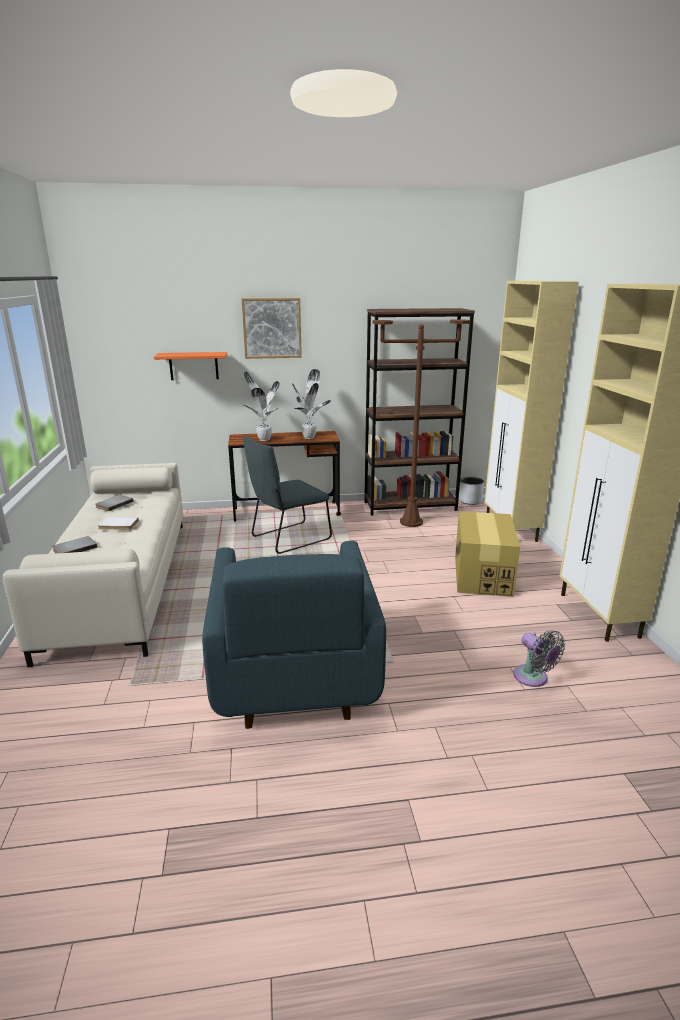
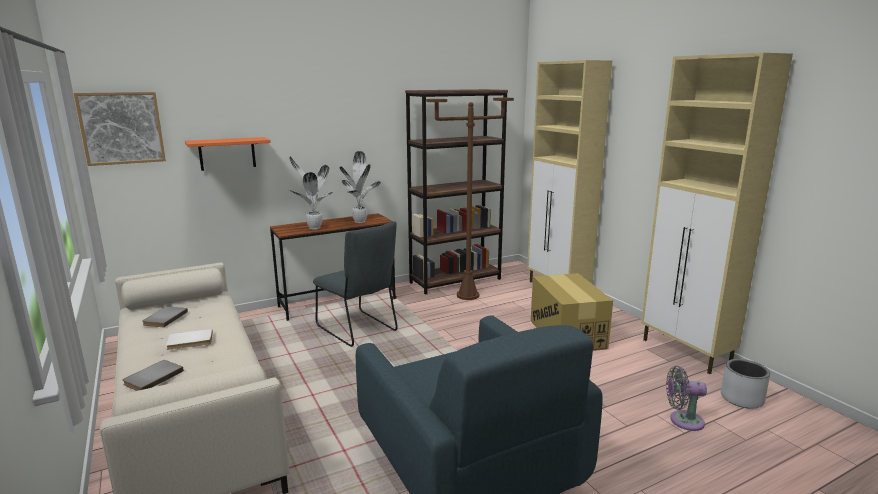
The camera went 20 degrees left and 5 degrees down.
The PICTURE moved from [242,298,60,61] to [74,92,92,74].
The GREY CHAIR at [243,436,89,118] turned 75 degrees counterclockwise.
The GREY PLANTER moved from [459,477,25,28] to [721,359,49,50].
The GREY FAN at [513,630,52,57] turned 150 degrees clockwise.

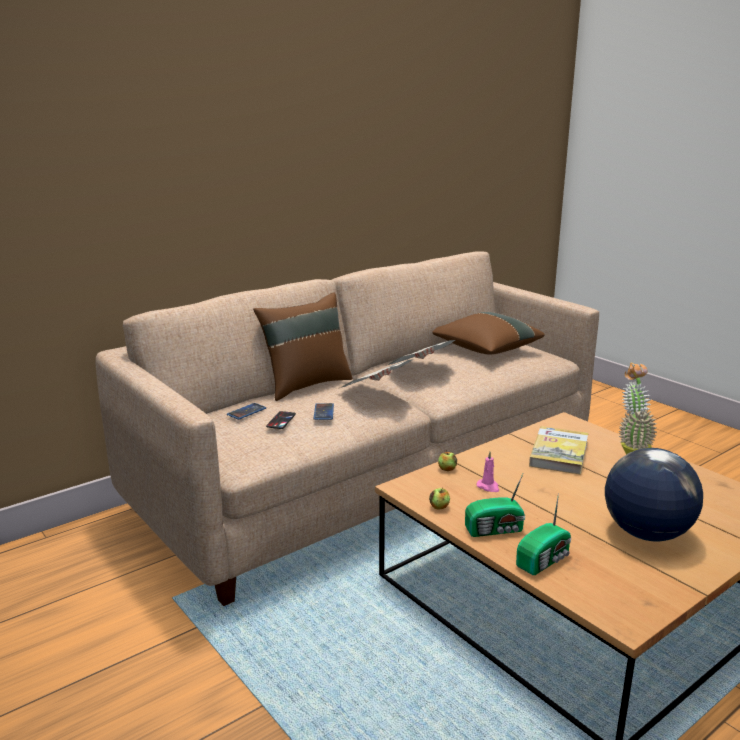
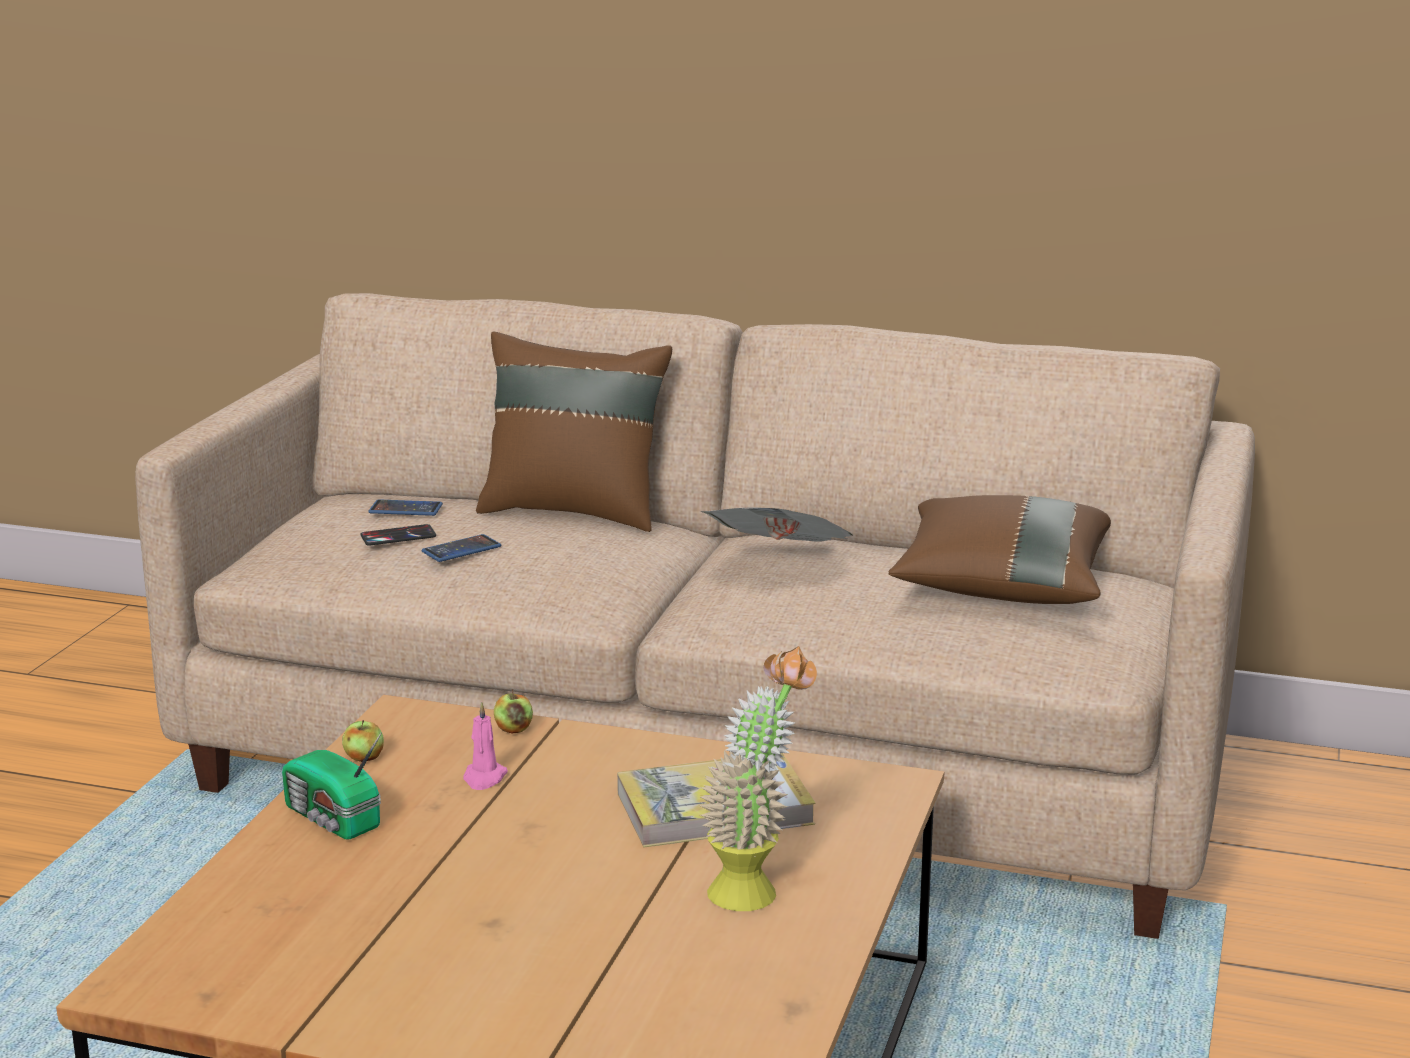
The camera went 55 degrees right and 0 degrees up.
The NEWSPAPER at [341,359,72,29] disappeared.
The GLOBE at [605,448,98,93] disappeared.
The RADIO at [516,493,55,82] disappeared.

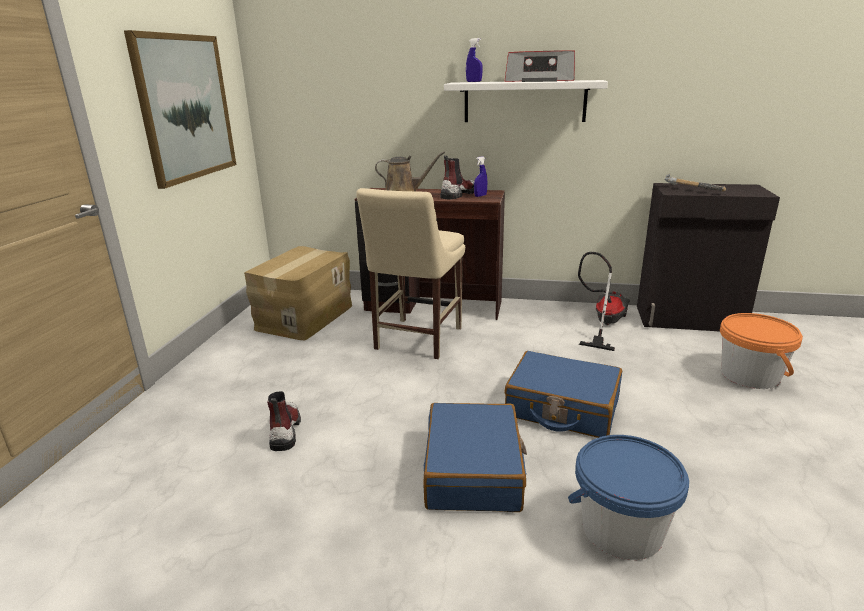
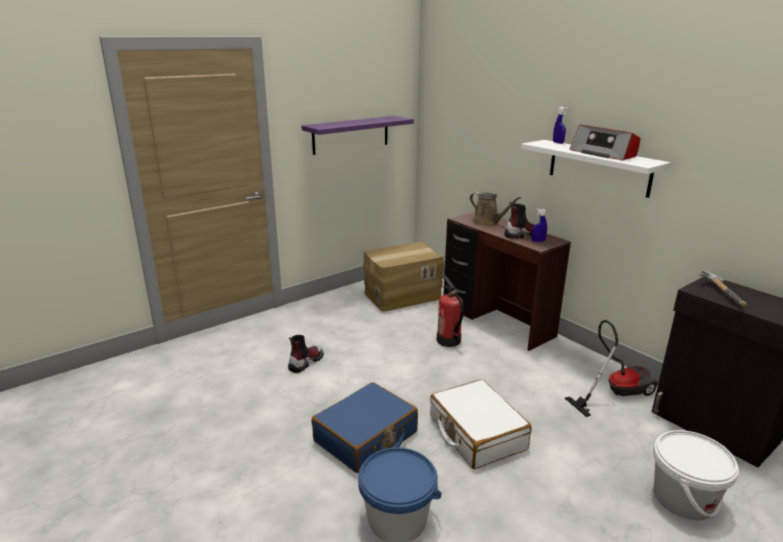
The camera went 40 degrees right and 0 degrees up.
The PICTURE at [124,30,112,159] was replaced by the PURPLE SHELF at [302,116,112,39].
The BEIGE CHAIR at [356,188,109,171] was replaced by the FIRE EXTINGUISHER at [437,275,27,72].
The ORANGE BUCKET at [720,313,83,76] became the WHITE BUCKET at [653,430,86,91].
The BLUE SUITCASE at [504,351,118,87] became the WHITE SUITCASE at [430,379,102,90].

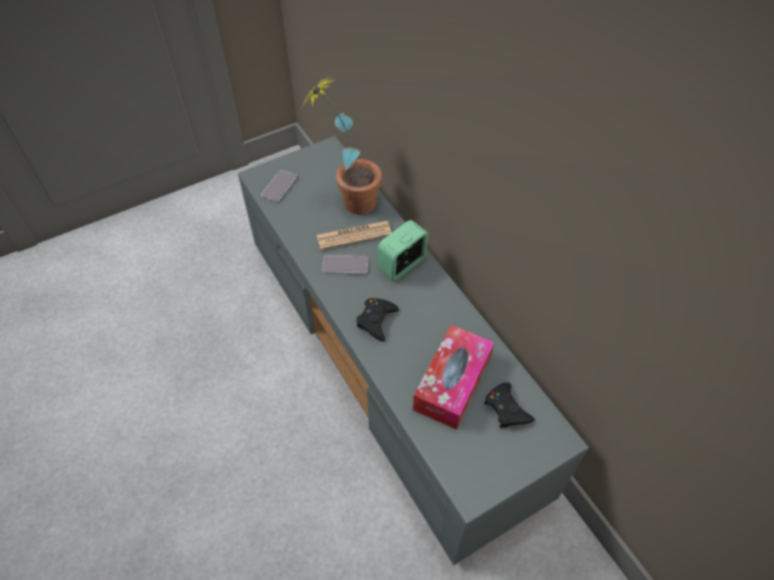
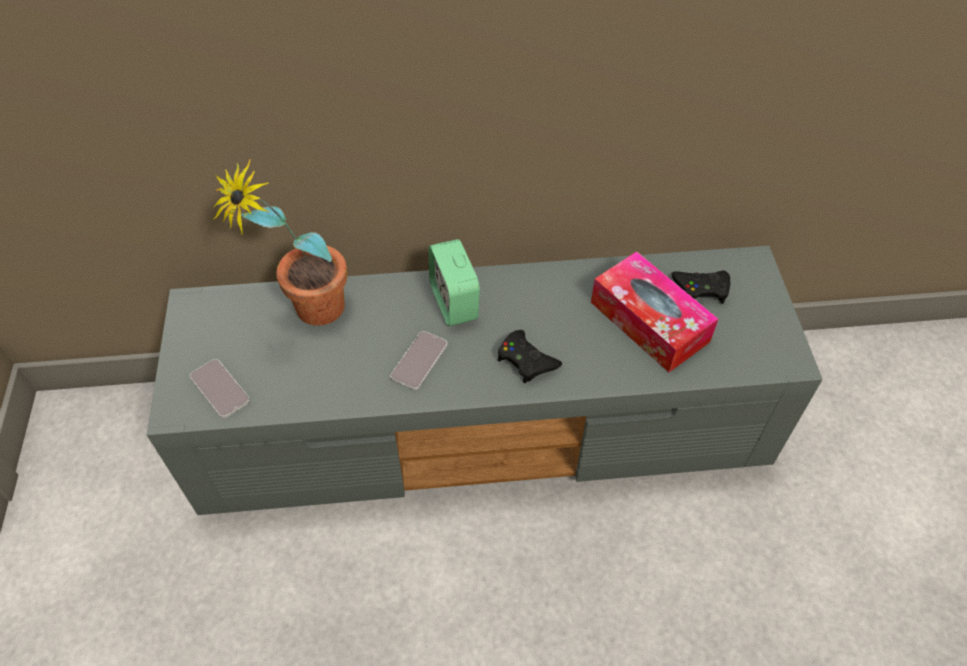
The camera went 65 degrees left and 0 degrees up.
The NEWSPAPER at [317,221,75,29] disappeared.

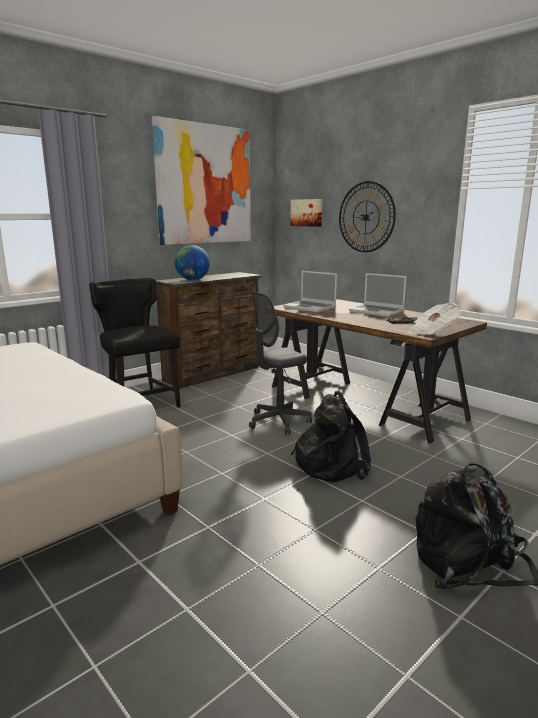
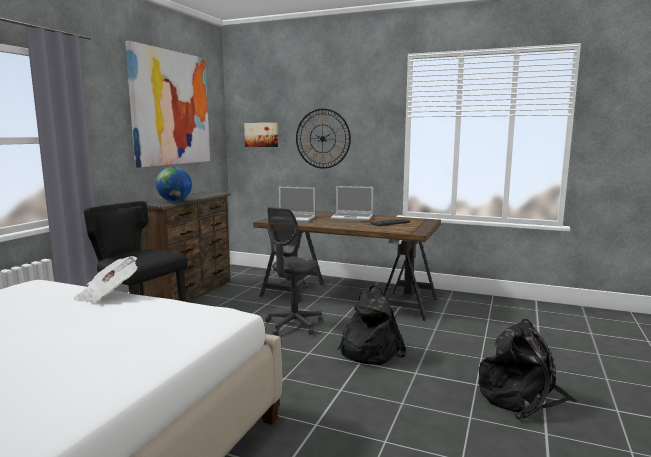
The camera went 25 degrees left and 5 degrees down.
The NEWSPAPER moved from [407,303,54,32] to [74,256,64,46].

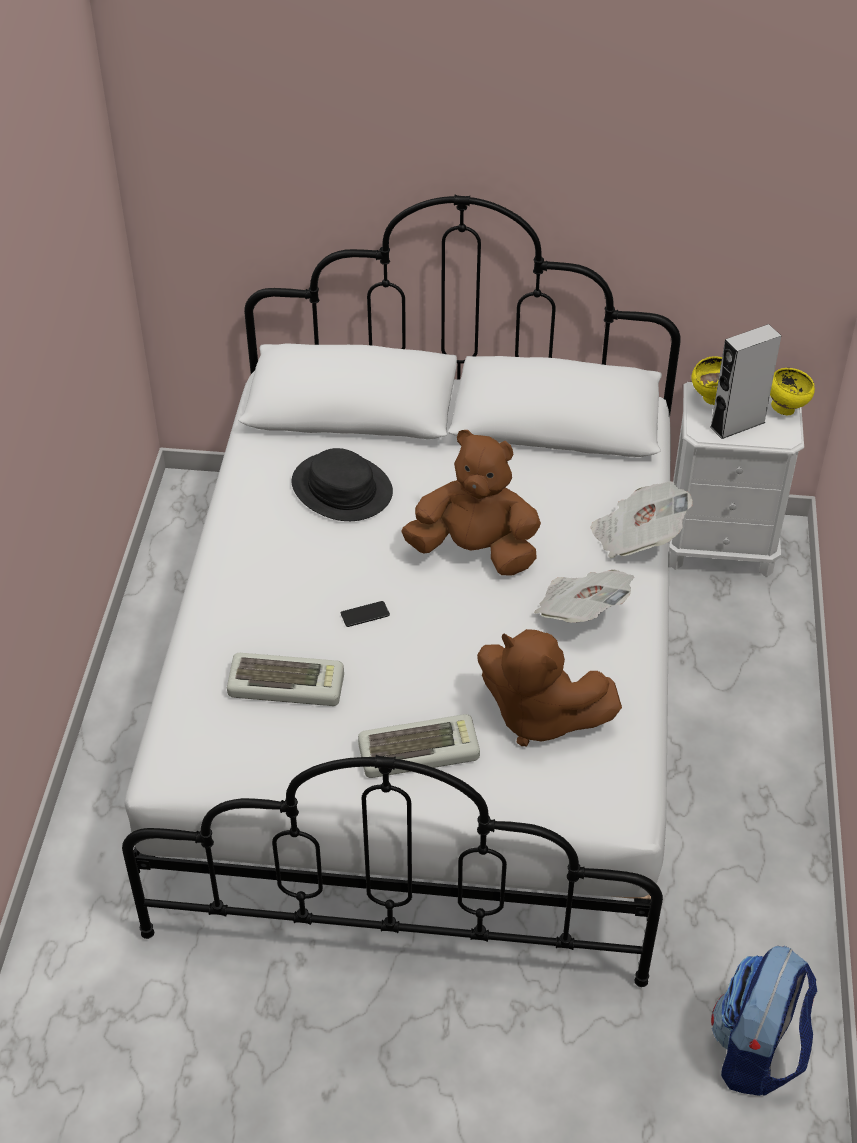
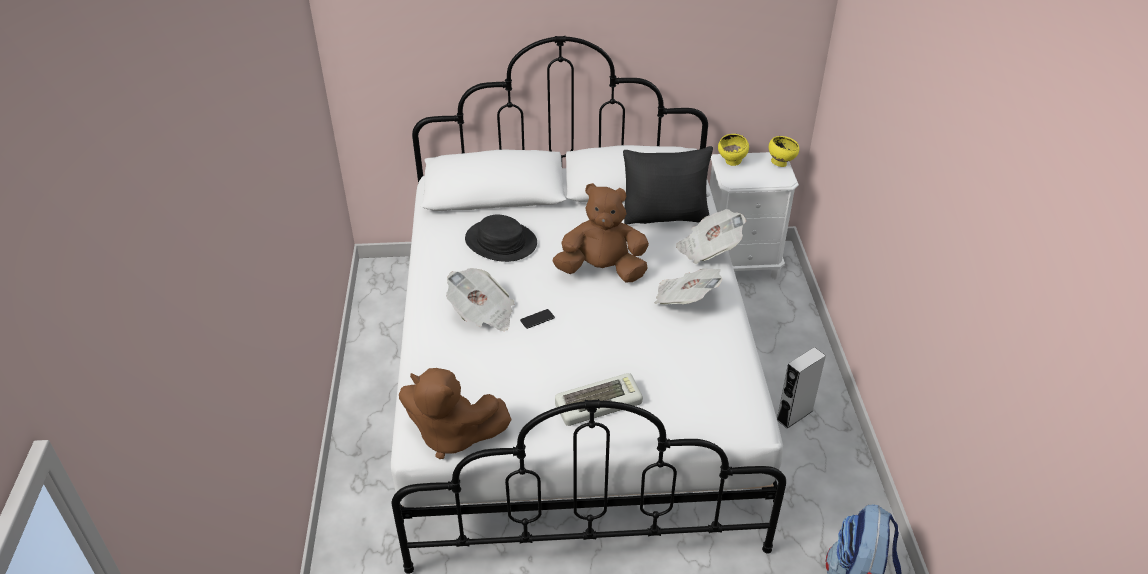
The camera went 10 degrees left and 5 degrees down.
The GREY SPEAKER moved from [710,324,71,115] to [777,347,49,82].
The BROWN PLUSH TOY moved from [477,629,145,117] to [399,368,113,91].
The KEYBOARD at [227,653,117,53] disappeared.
The BLACK PILLOW at [623,146,90,78] appeared.
The NEWSPAPER at [446,268,69,63] appeared.

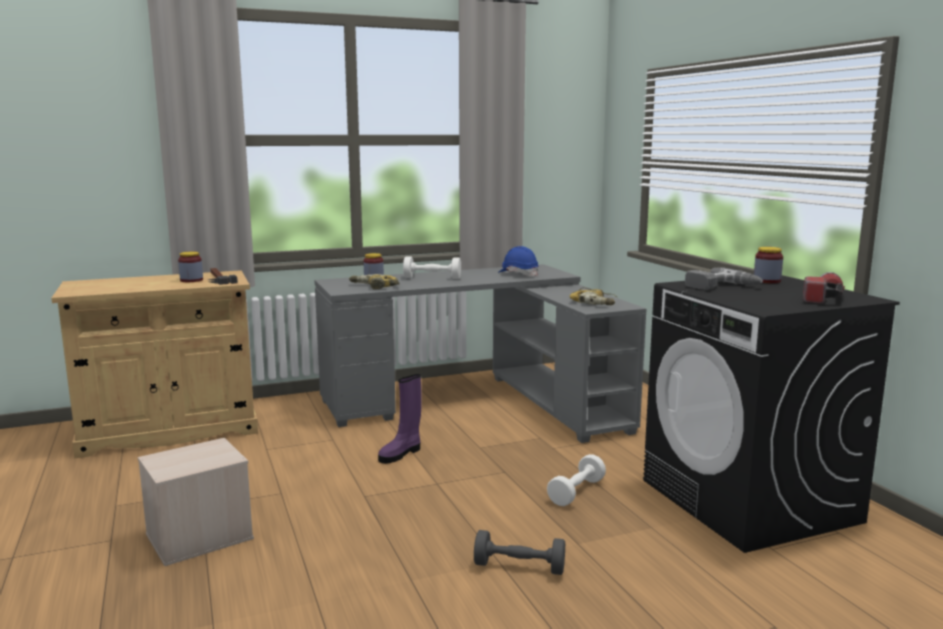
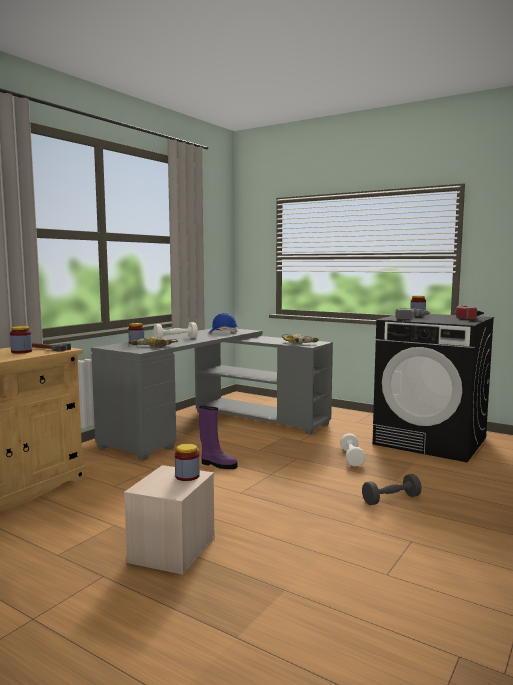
The camera went 35 degrees left and 5 degrees down.
The PURPLE BOOT at [378,374,44,90] turned 75 degrees counterclockwise.
The JAR at [175,444,25,37] appeared.

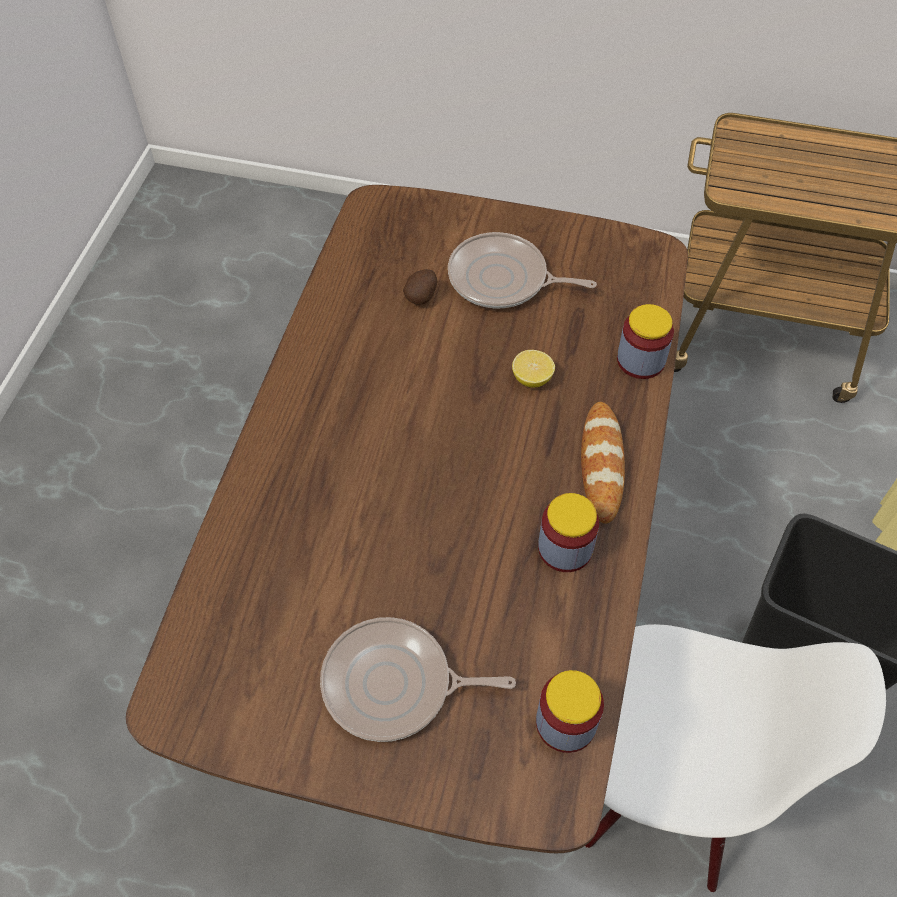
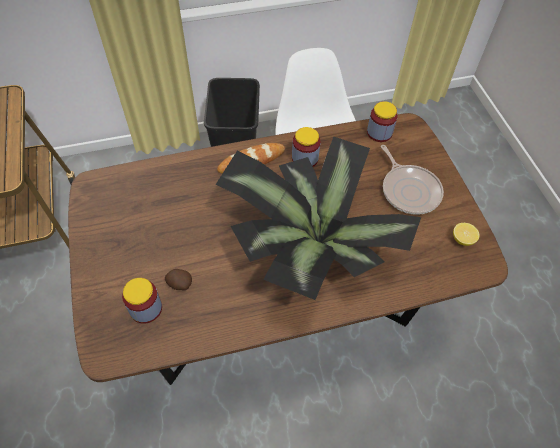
The camera went 120 degrees left and 0 degrees up.
The FRYING PAN at [448,232,149,76] disappeared.
The JAR moved from [617,304,57,75] to [122,278,40,46].
The LEMON moved from [512,350,43,38] to [453,223,26,23].
The POTTED PLANT at [216,137,205,163] appeared.

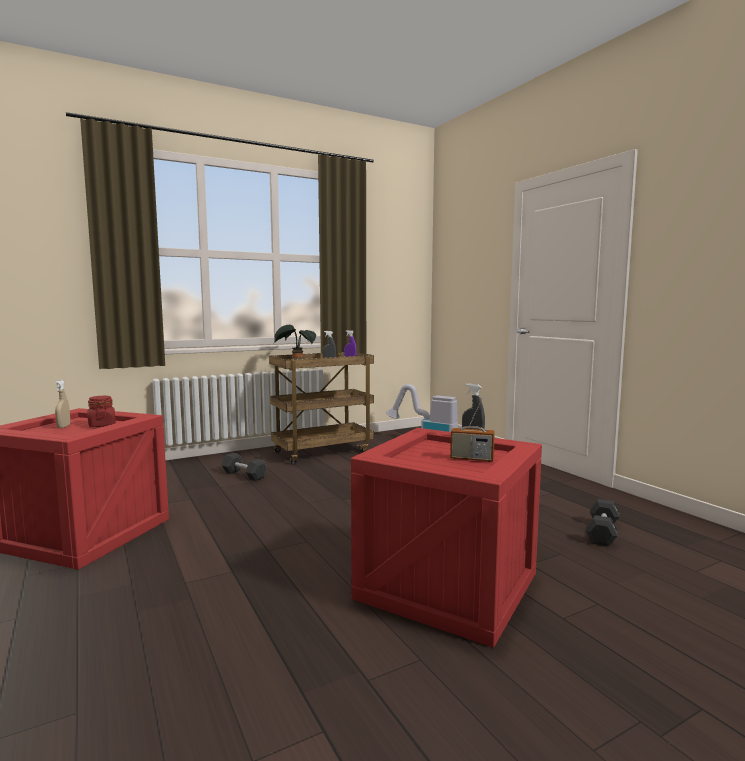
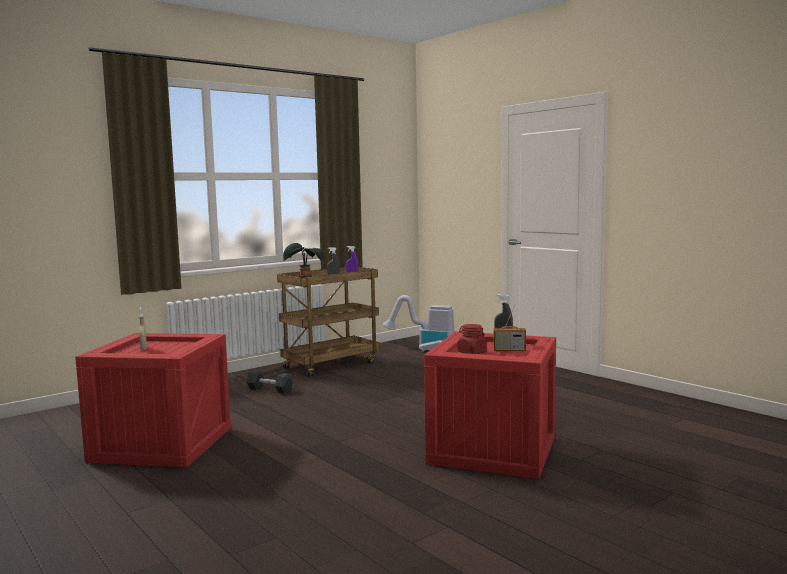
The camera went 10 degrees left and 0 degrees up.
The RED JAR moved from [87,396,29,31] to [458,324,29,30].
The BLACK DUMBBELL at [585,499,35,47] disappeared.

